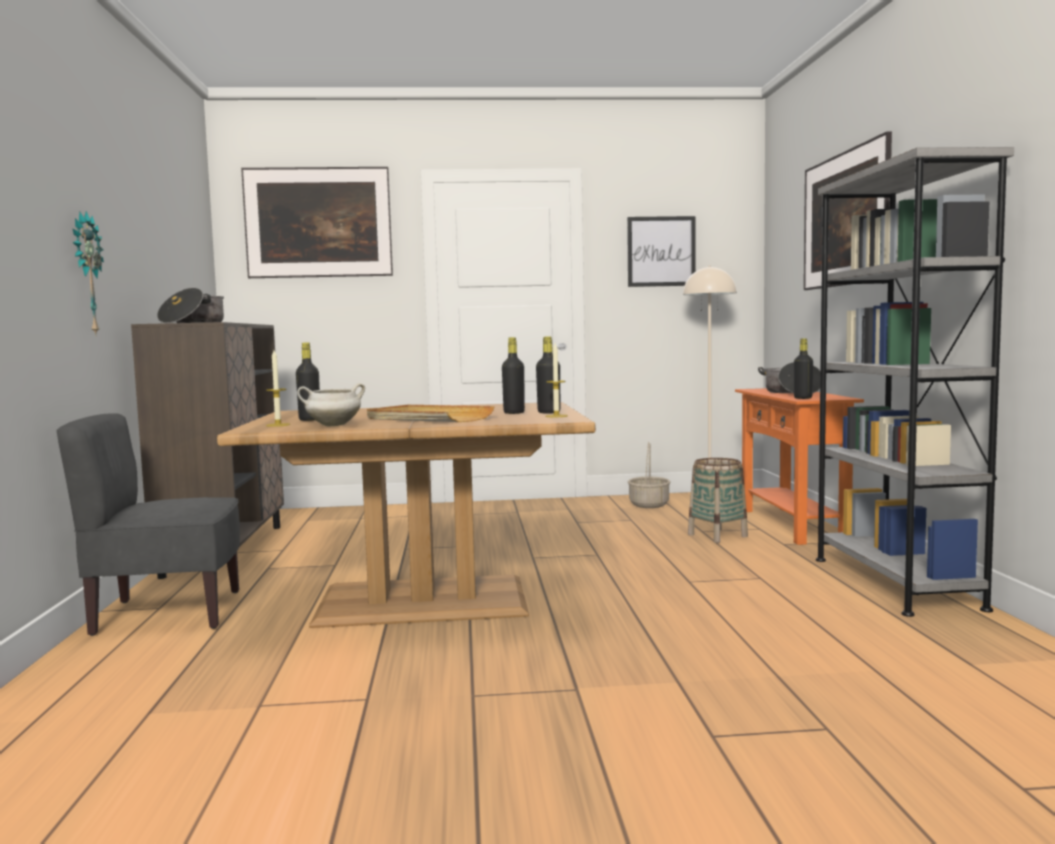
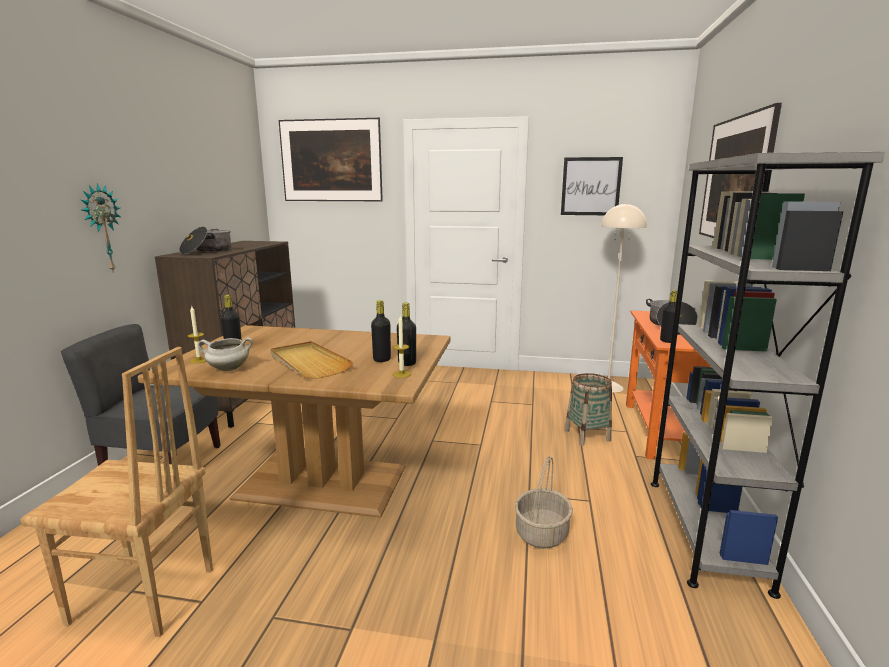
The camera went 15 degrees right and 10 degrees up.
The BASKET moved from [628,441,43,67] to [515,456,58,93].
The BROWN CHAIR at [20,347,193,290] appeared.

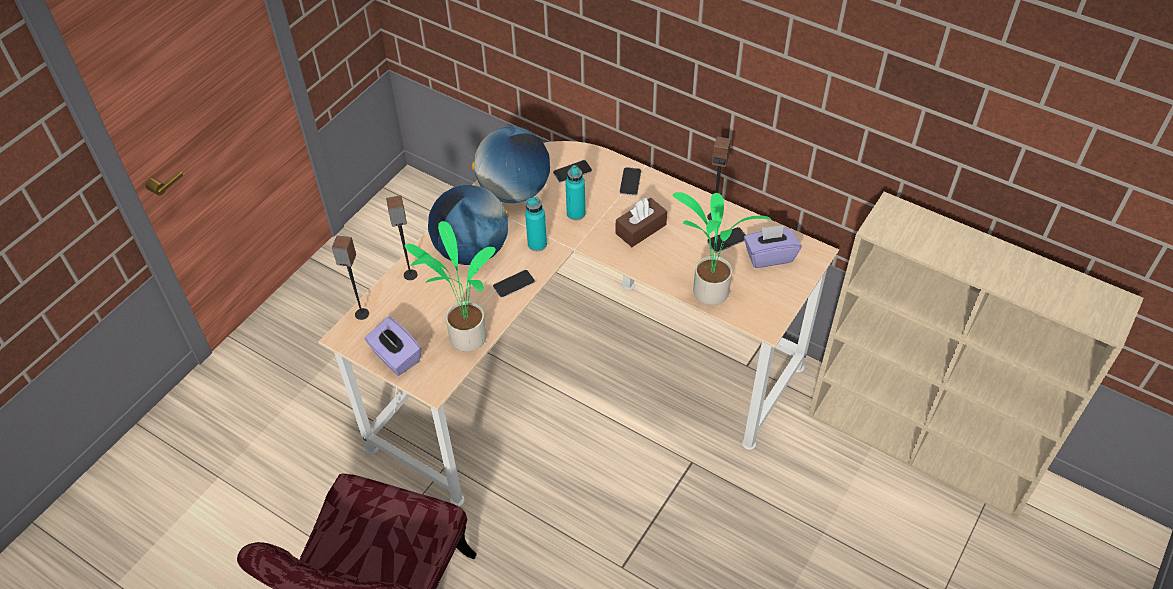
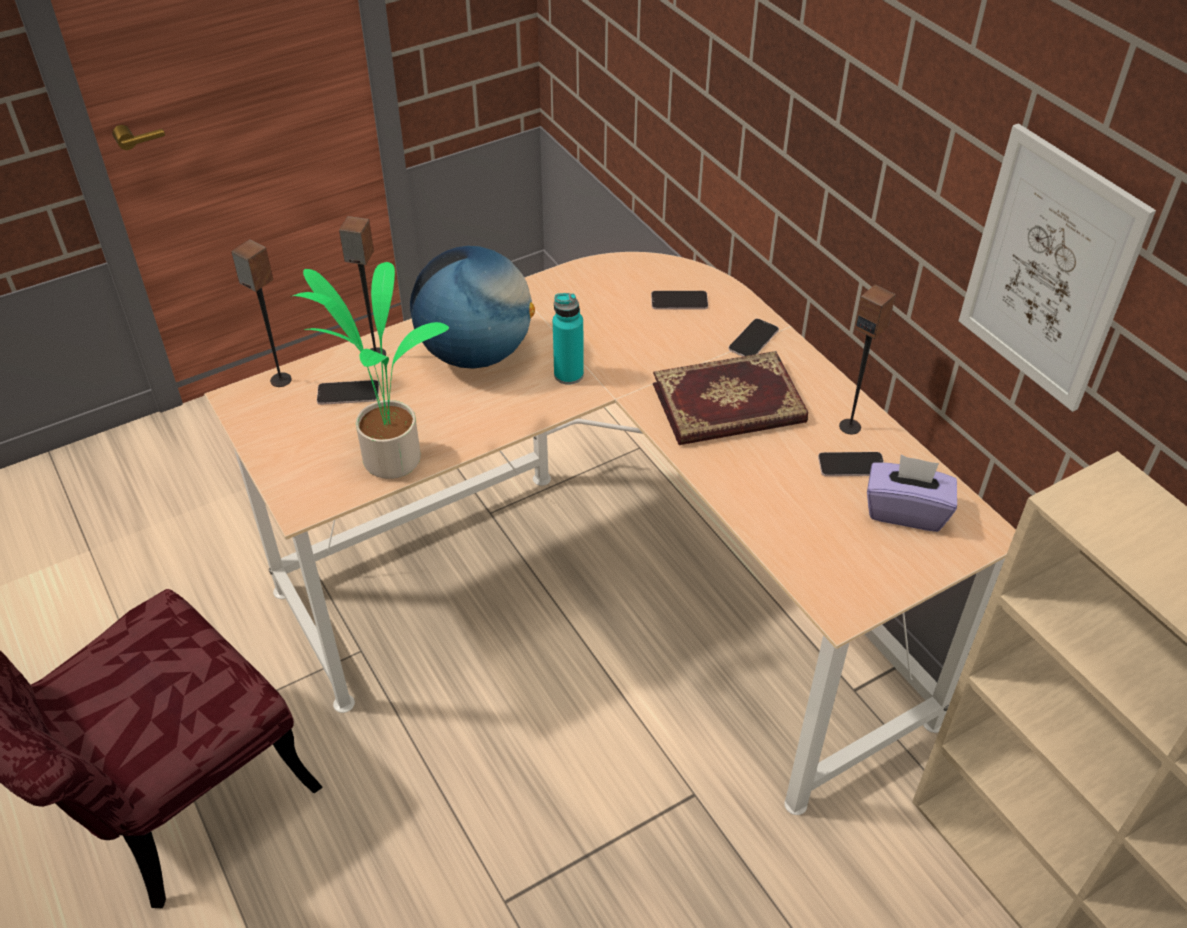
The camera went 25 degrees right and 5 degrees down.
The GLOBE at [472,126,78,77] disappeared.
The TURQUOISE BOTTLE at [565,165,20,55] disappeared.
The POTTED PLANT at [673,192,98,113] disappeared.
The BROWN TISSUE BOX at [616,198,51,49] was replaced by the BOOK at [653,351,155,94].
The PHONE moved from [493,270,42,28] to [317,380,62,25].
The PURPLE TISSUE BOX at [365,317,56,59] disappeared.
The PICTURE at [959,123,197,289] appeared.

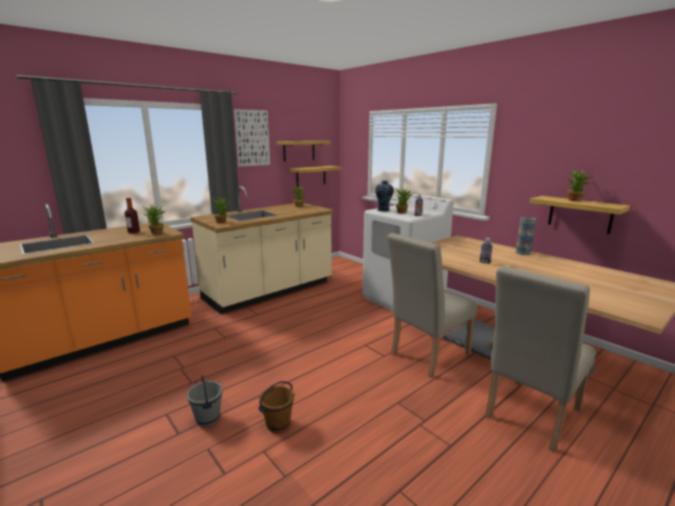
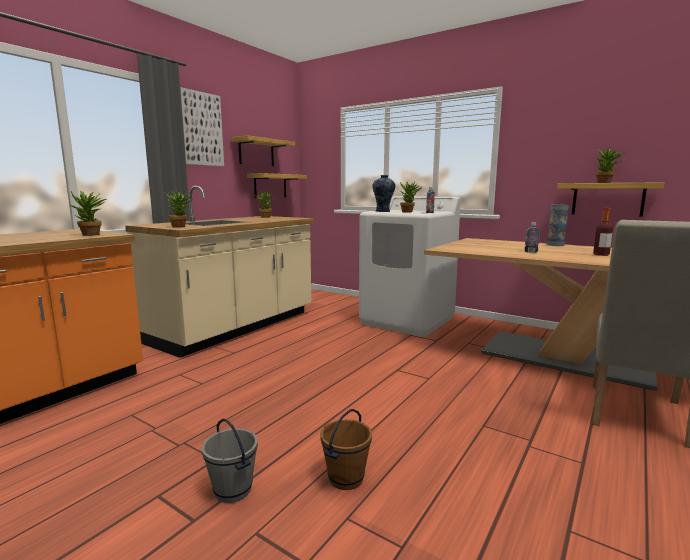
The camera went 15 degrees left and 5 degrees down.
The BOTTLE moved from [125,198,15,36] to [593,207,20,49].
The BEIGE CHAIR at [387,233,90,145] disappeared.

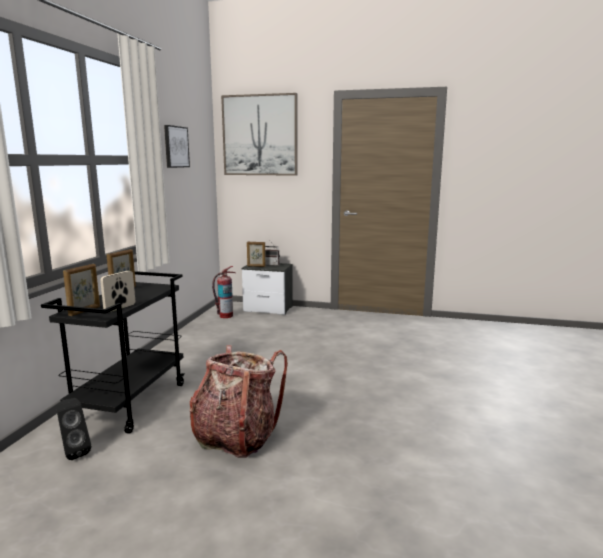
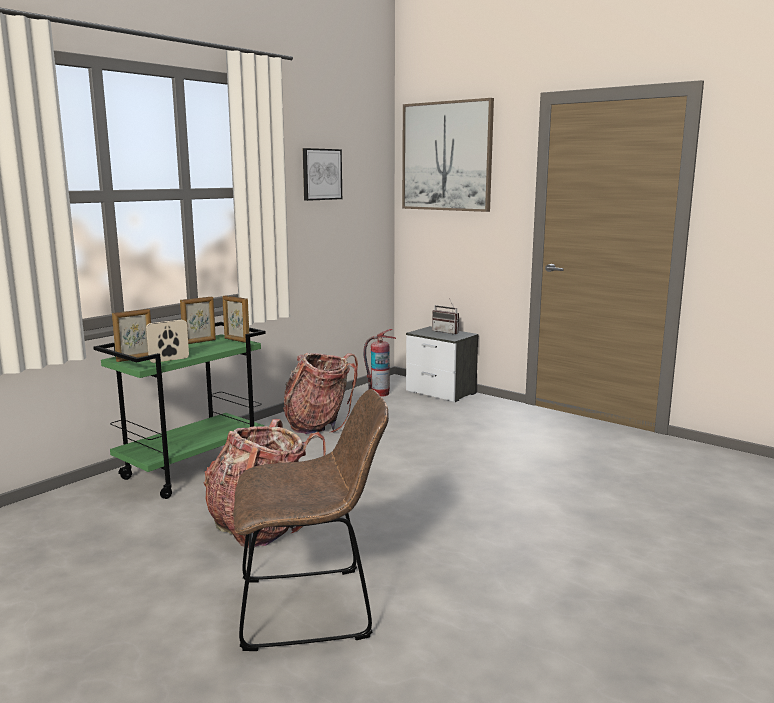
The camera went 25 degrees right and 0 degrees up.
The PICTURE FRAME moved from [247,242,18,25] to [222,296,27,47].
The BLACK CART at [41,271,143,163] became the GREEN CART at [93,322,173,177].
The BLACK SPEAKER at [56,398,35,62] disappeared.
The BACKPACK at [283,353,75,81] appeared.
The BROWN CHAIR at [233,389,156,262] appeared.

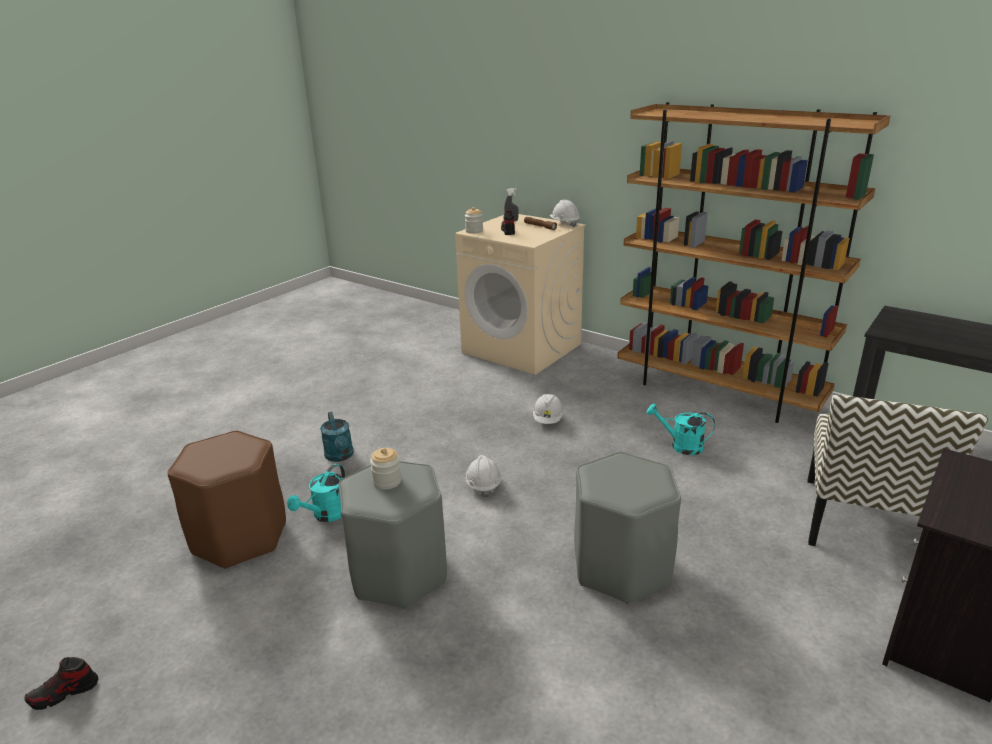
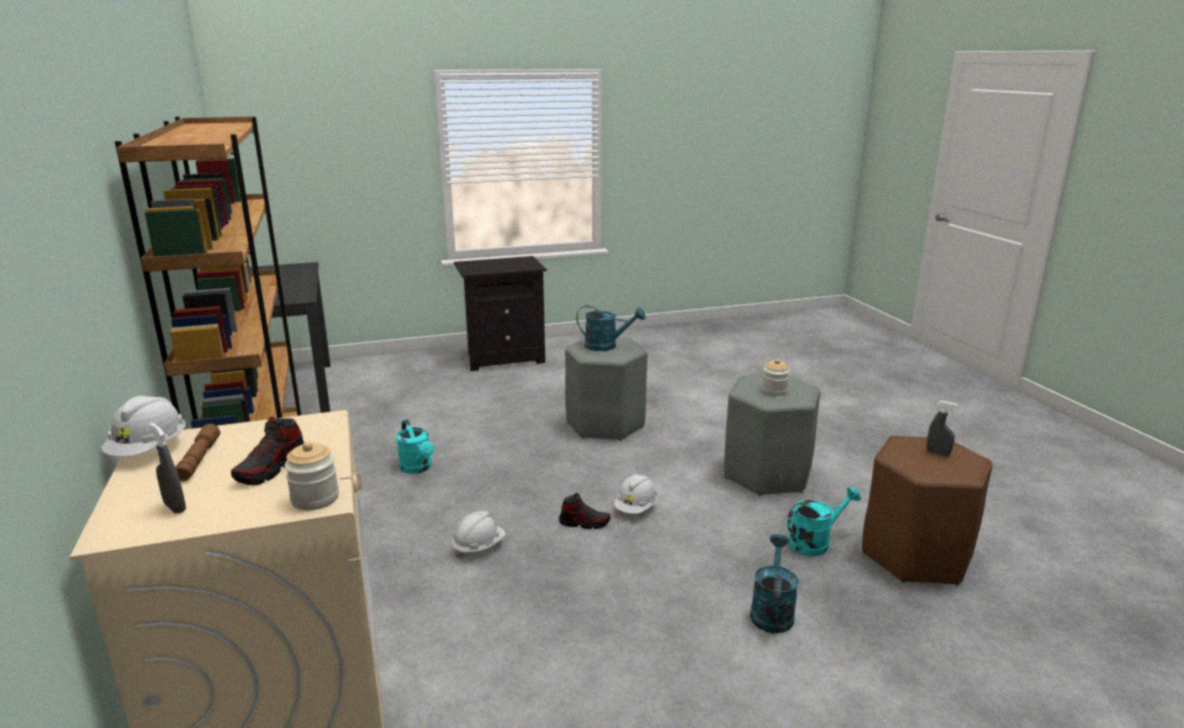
The camera went 145 degrees left and 5 degrees down.
The CHAIR at [808,394,180,152] disappeared.
The SHOE moved from [25,657,73,53] to [559,493,52,36].
The TURQUOISE WATERING CAN at [576,305,69,46] appeared.
The GREY SPRAY BOTTLE at [927,401,31,55] appeared.

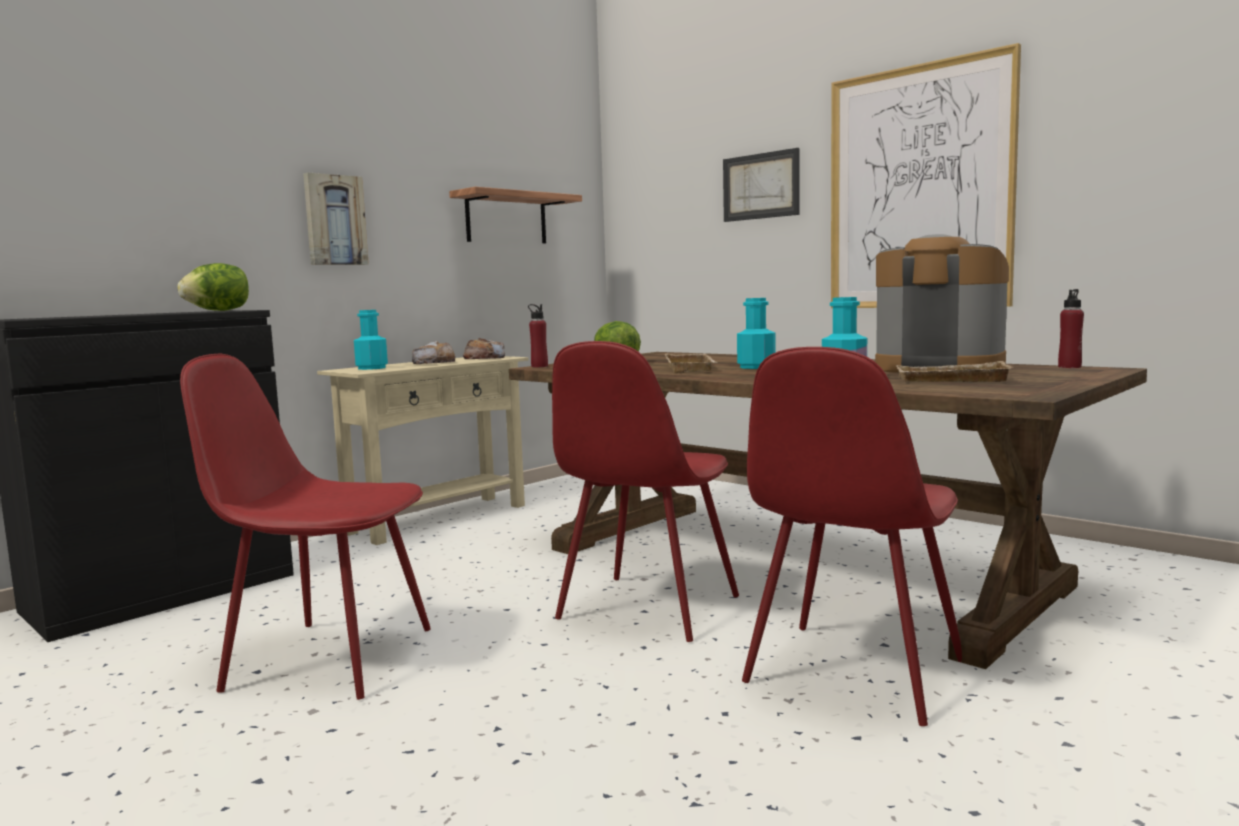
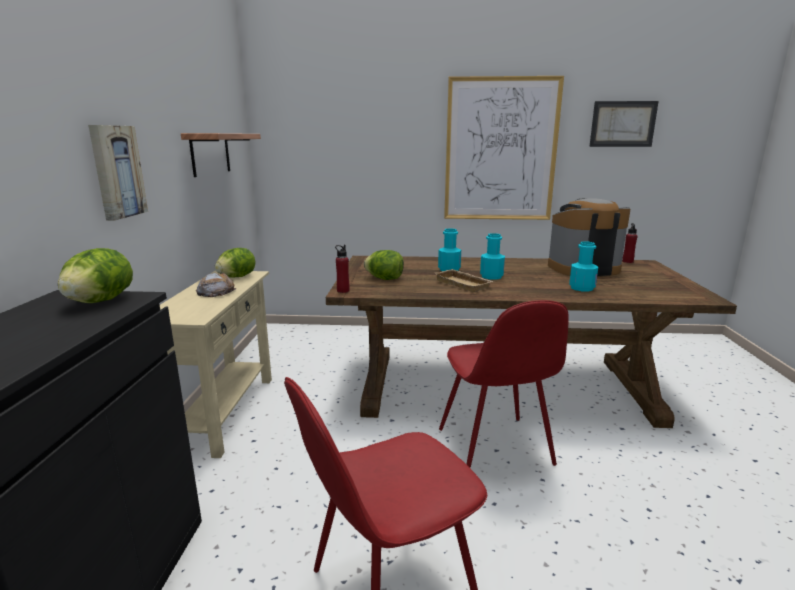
The camera went 40 degrees left and 10 degrees up.
The PICTURE moved from [723,148,76,74] to [589,101,70,46].
The TURQUOISE BOTTLE moved from [354,310,34,60] to [438,228,23,43].
The BREAD at [463,338,42,21] was replaced by the LETTUCE at [215,248,40,30].
The RED CHAIR at [742,347,220,379] disappeared.
The BEIGE TRAY at [896,361,118,21] disappeared.

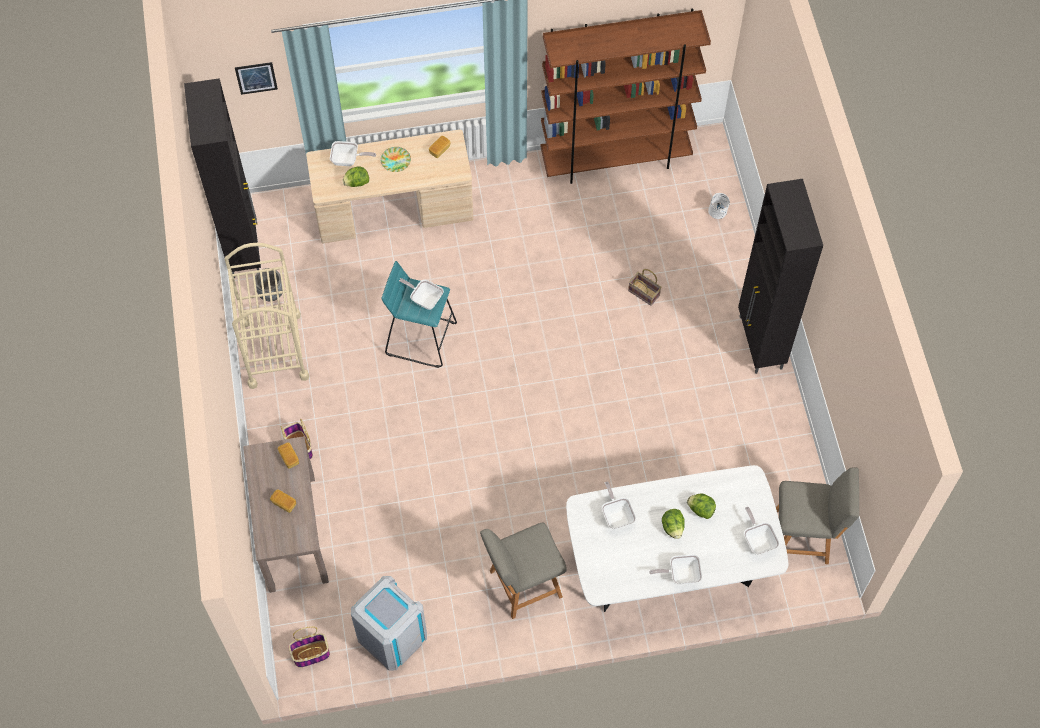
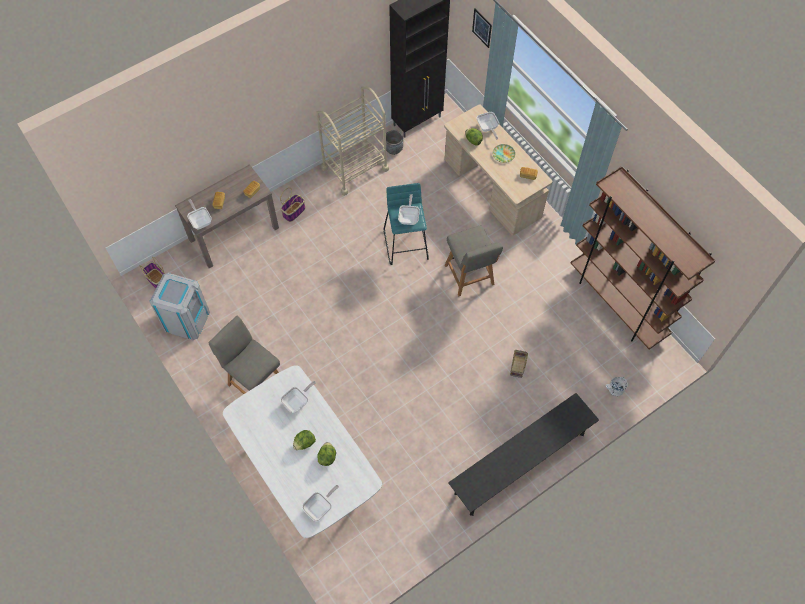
The camera went 65 degrees right and 0 degrees up.
The BLACK CABINET at [738,179,85,195] was replaced by the BLACK BENCH at [448,393,151,123].
The GREY CHAIR moved from [776,468,83,96] to [445,226,58,70].
The FRYING PAN moved from [649,554,53,30] to [187,199,25,30].

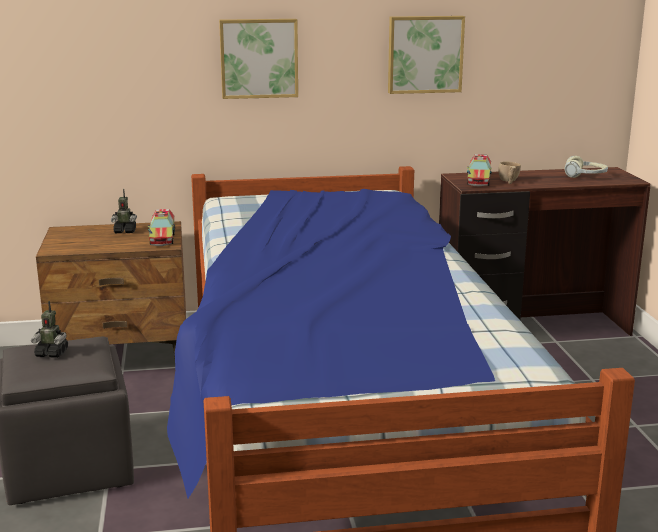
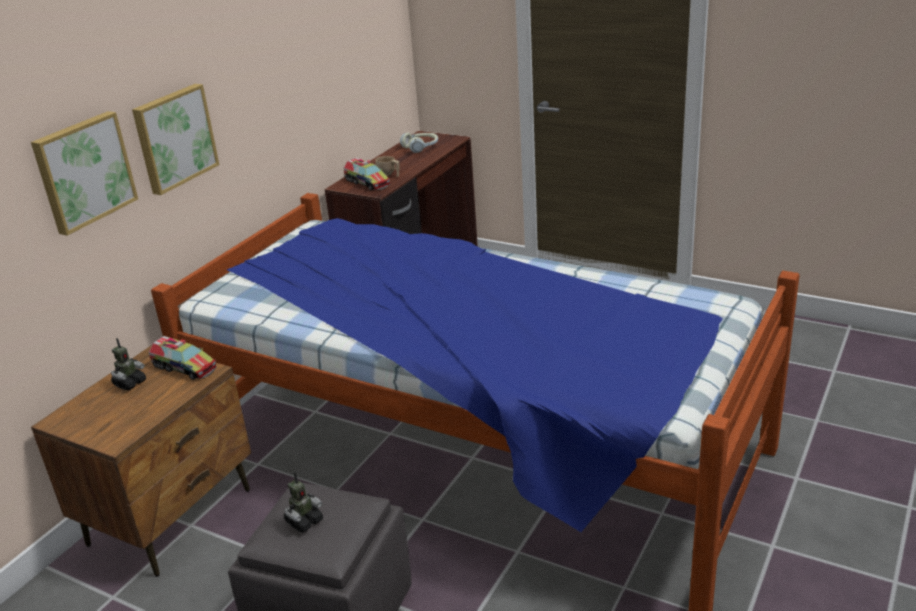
The camera went 50 degrees left and 10 degrees up.
The PICTURE moved from [388,16,77,78] to [31,111,107,125].

